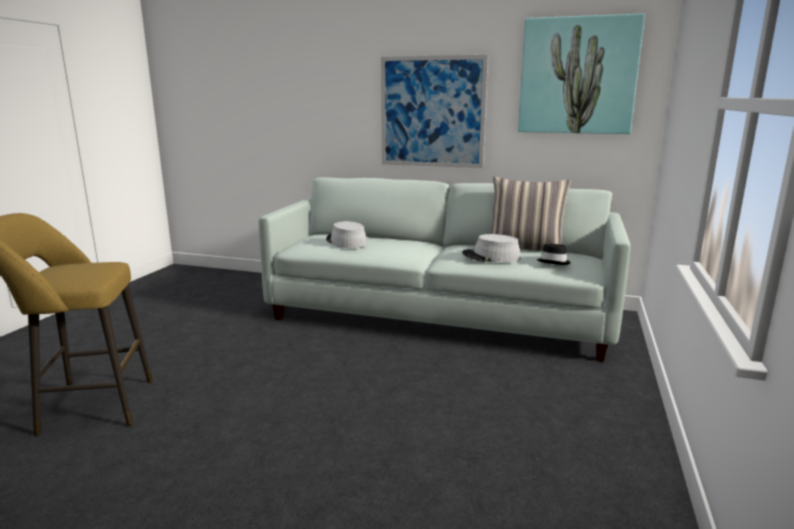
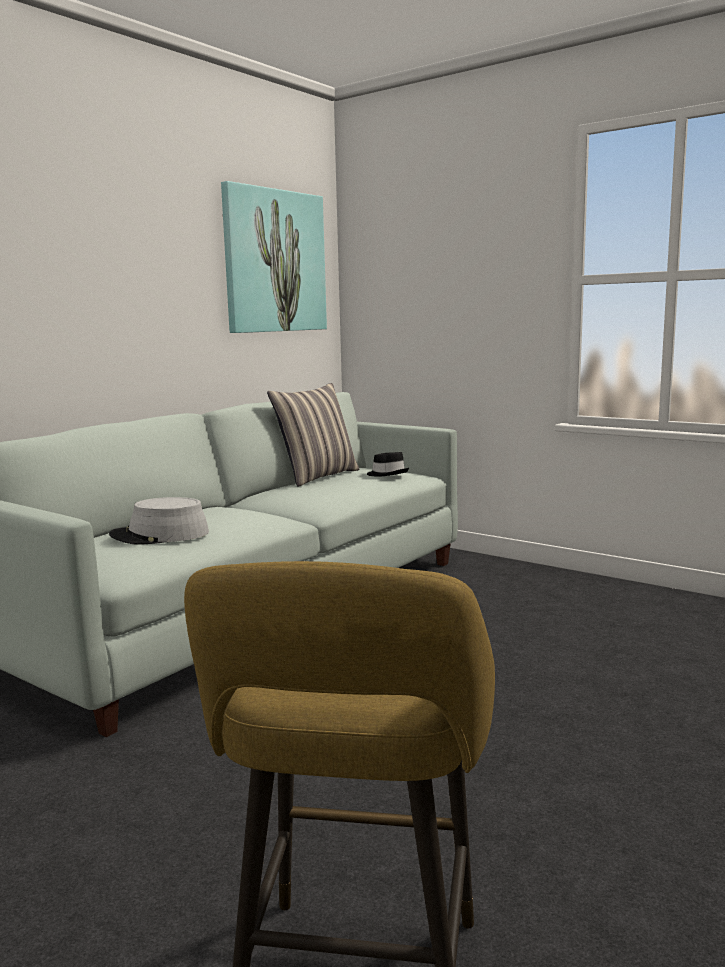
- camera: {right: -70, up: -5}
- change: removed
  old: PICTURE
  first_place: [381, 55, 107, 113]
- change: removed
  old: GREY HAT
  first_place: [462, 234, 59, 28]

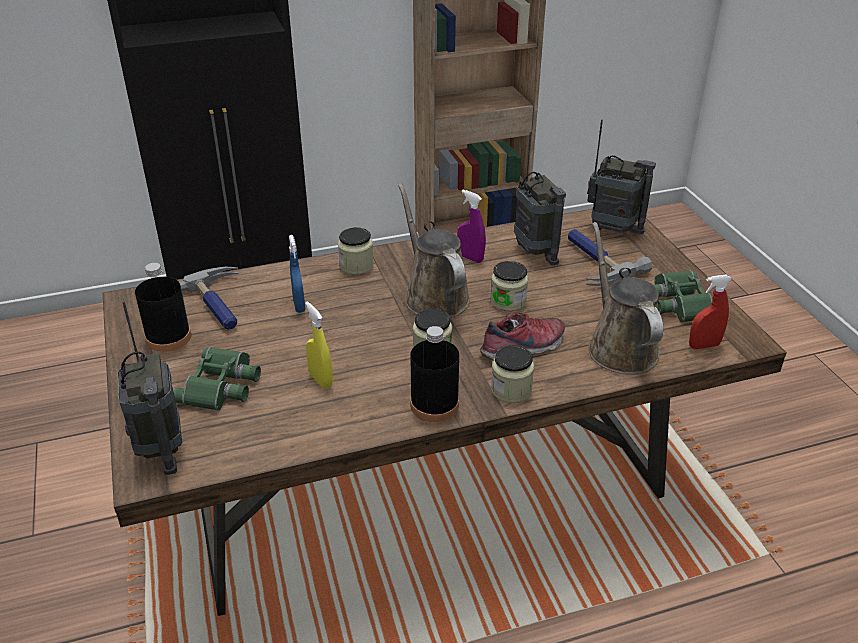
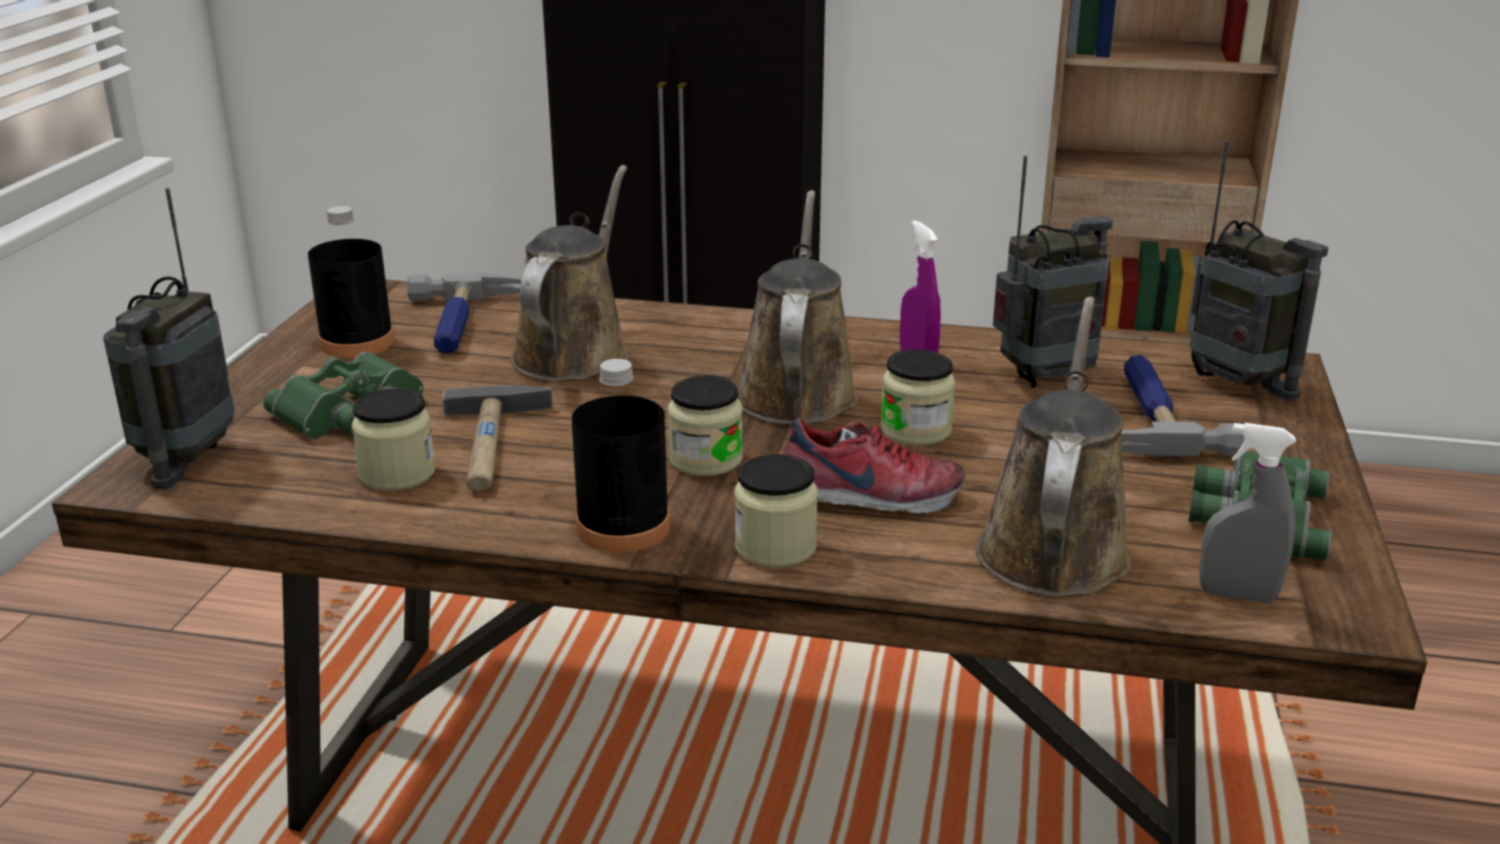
- camera: {right: 30, up: -10}
- change: moved
  old: JAR
  first_place: [338, 227, 36, 48]
  second_place: [352, 388, 84, 103]
- change: replaced
  old: YELLOW SPRAY BOTTLE
  new: HAMMER
  first_place: [305, 302, 28, 87]
  second_place: [442, 385, 111, 106]
- change: replaced
  old: BLUE SPRAY BOTTLE
  new: BROWN WATERING CAN
  first_place: [289, 235, 17, 78]
  second_place: [511, 165, 118, 217]
- change: turned
  old: RADIO
  first_place: [514, 132, 52, 133]
  second_place: [993, 156, 120, 232]
  degrees: -120
- change: recoloured
  old: RED SPRAY BOTTLE
  new: GREY SPRAY BOTTLE
  first_place: [689, 275, 43, 74]
  second_place: [1199, 423, 97, 180]

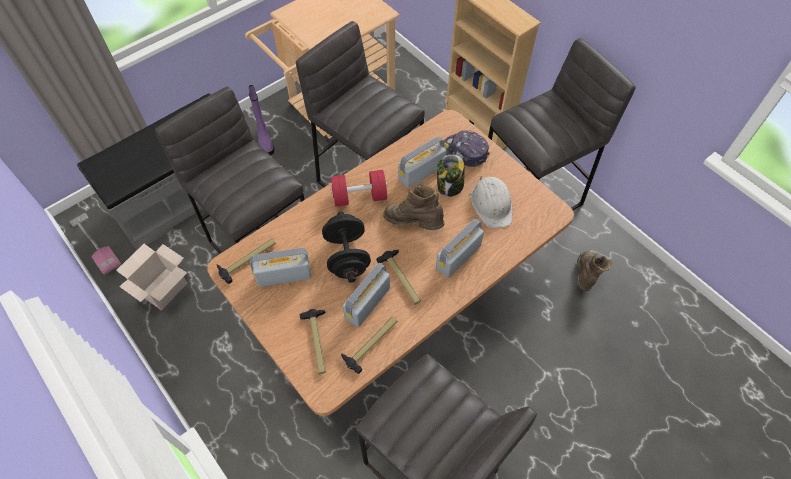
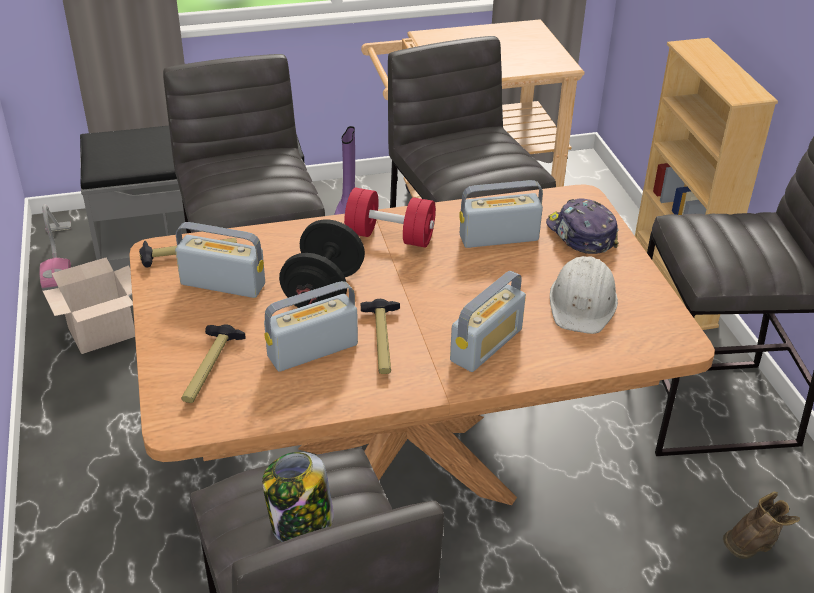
- camera: {right: 25, up: -20}
- change: moved
  old: JAR
  first_place: [437, 154, 27, 43]
  second_place: [262, 452, 72, 90]
- change: turned
  old: RADIO
  first_place: [436, 219, 48, 59]
  second_place: [450, 271, 76, 101]
  degrees: 150
- change: removed
  old: HAMMER
  first_place: [341, 316, 57, 58]
- change: removed
  old: BROWN BOOT
  first_place: [383, 182, 61, 48]

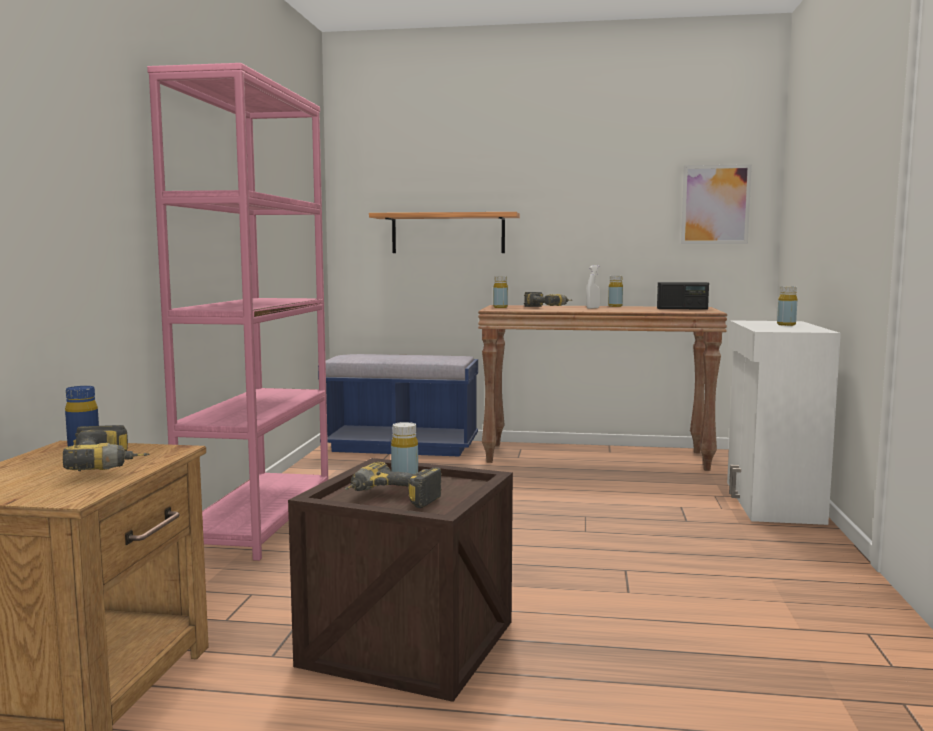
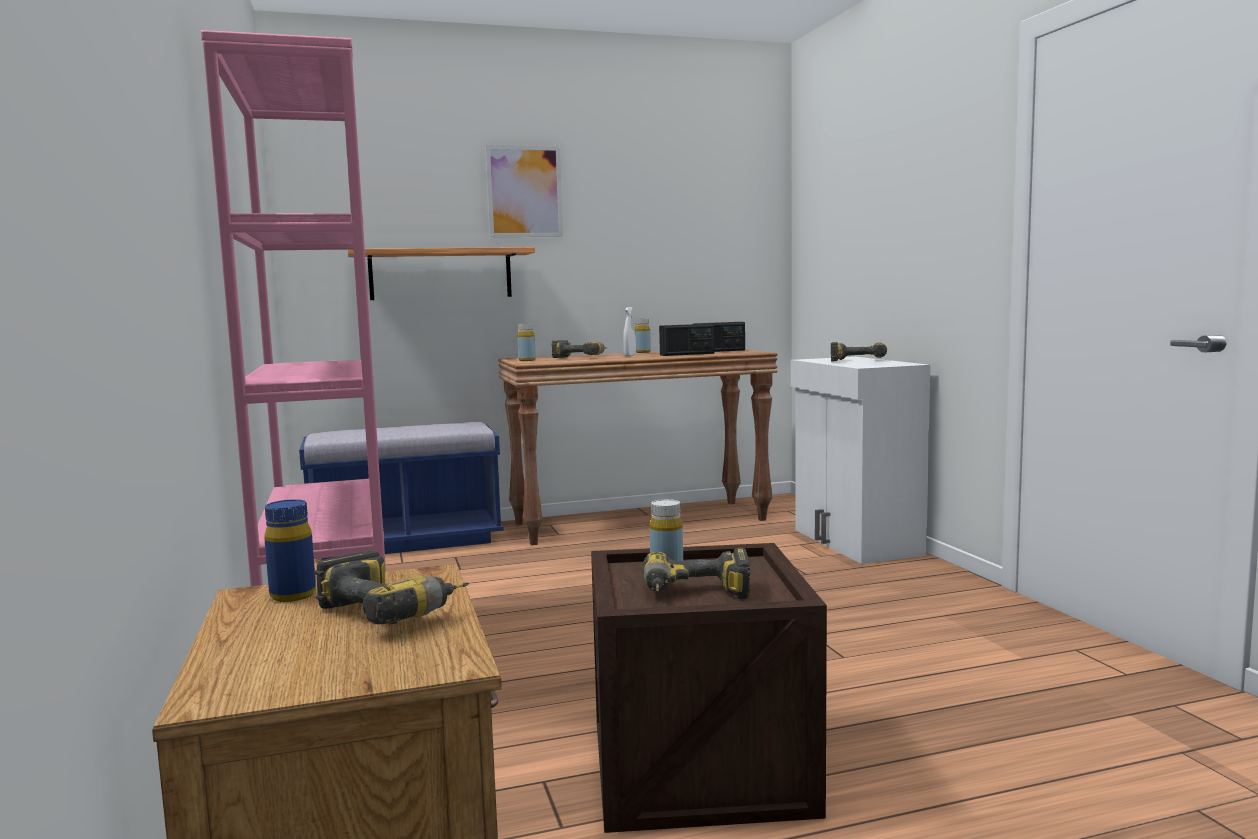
- camera: {right: -25, up: 0}
- change: moved
  old: PICTURE
  first_place: [681, 164, 71, 80]
  second_place: [485, 145, 78, 92]
- change: added
  new: RADIO
  second_place: [659, 324, 56, 32]
- change: replaced
  old: YELLOW BOTTLE
  new: POWER DRILL
  first_place: [777, 286, 20, 40]
  second_place: [831, 342, 56, 19]

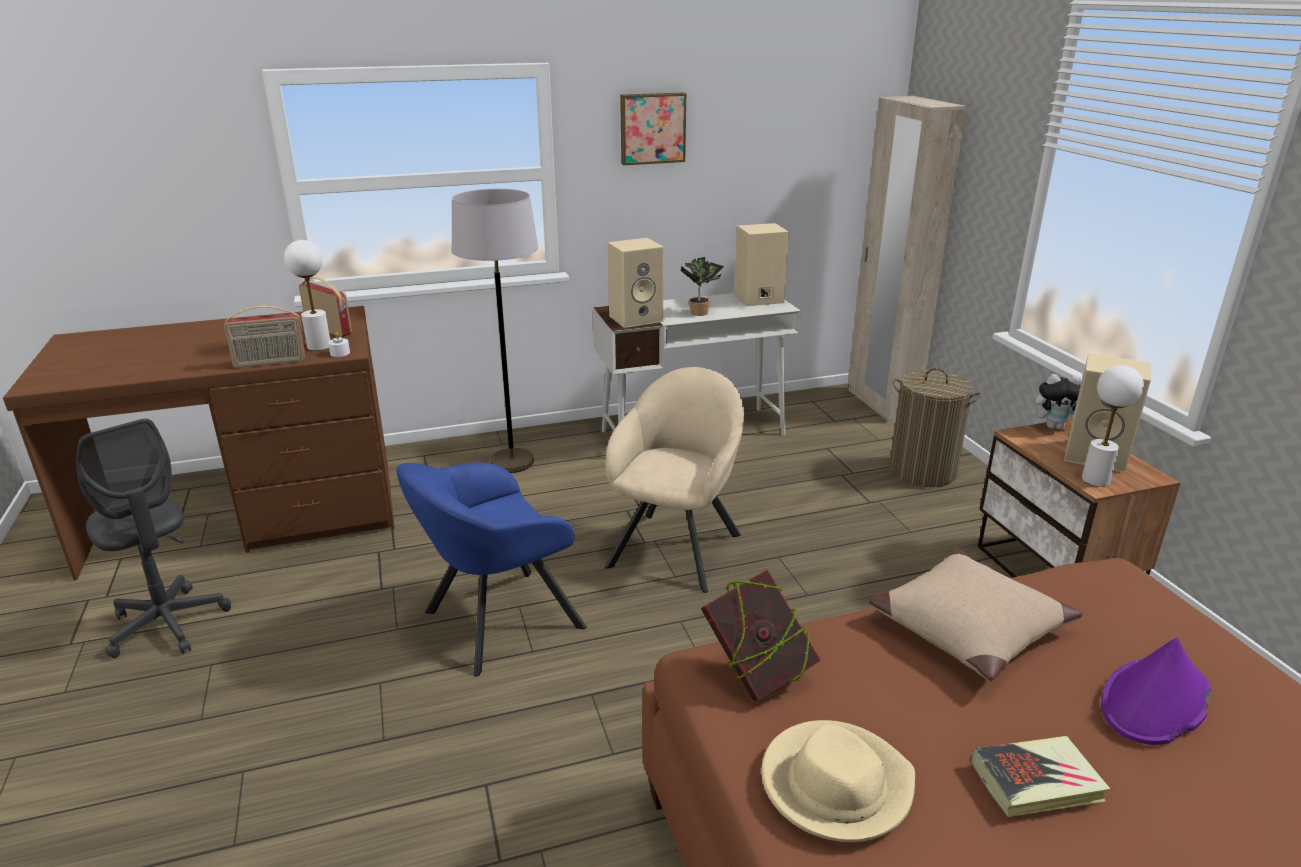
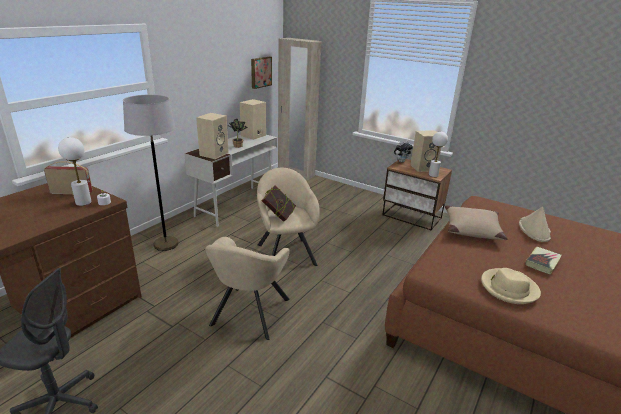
- camera: {right: -40, up: 0}
- change: recoloured
  old: BLUE ARMCHAIR
  new: BEIGE ARMCHAIR
  first_place: [396, 463, 191, 214]
  second_place: [205, 237, 85, 103]
- change: moved
  old: PICTURE
  first_place: [620, 93, 66, 72]
  second_place: [251, 57, 21, 32]
- change: moved
  old: BOOK
  first_place: [701, 570, 120, 131]
  second_place: [262, 186, 34, 36]
- change: recoloured
  old: PURPLE HAT
  new: BEIGE HAT
  first_place: [1101, 638, 110, 107]
  second_place: [519, 207, 32, 35]
- change: removed
  old: RADIO
  first_place: [224, 306, 82, 62]
- change: removed
  old: LAUNDRY BASKET
  first_place: [889, 368, 92, 119]

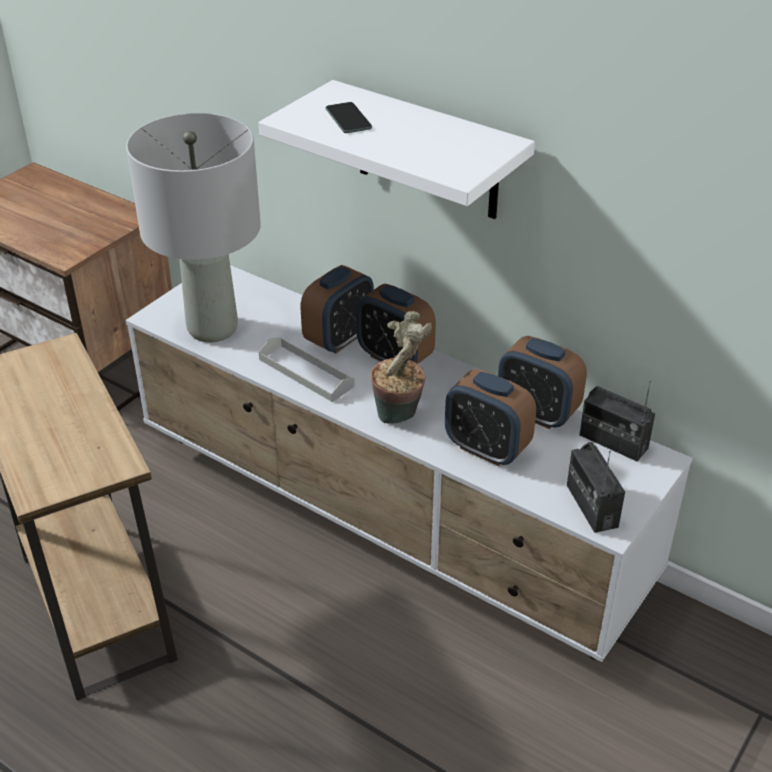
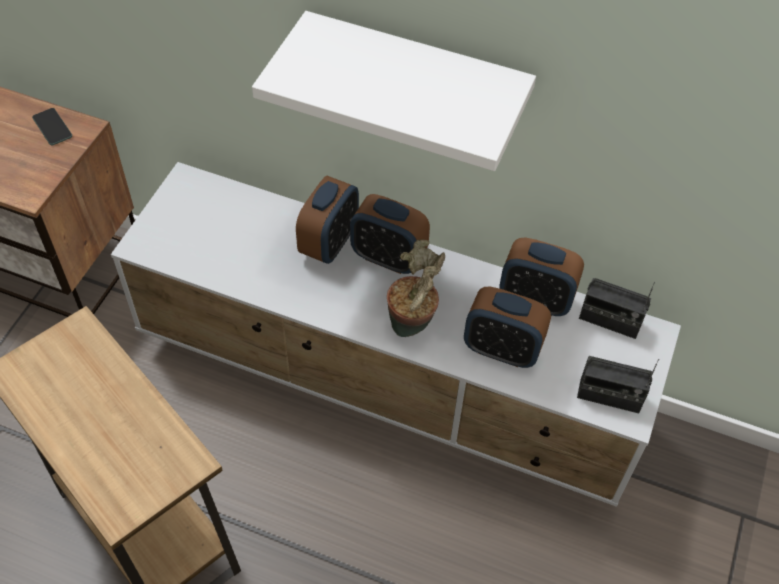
- camera: {right: -15, up: 15}
- change: moved
  old: PHONE
  first_place: [326, 102, 46, 31]
  second_place: [32, 108, 40, 37]
- change: turned
  old: RADIO
  first_place: [567, 442, 58, 91]
  second_place: [577, 356, 82, 57]
  degrees: -45
- change: removed
  old: GREY TABLE LAMP
  first_place: [126, 113, 135, 230]
- change: removed
  old: GREY TRAY
  first_place: [258, 337, 97, 65]

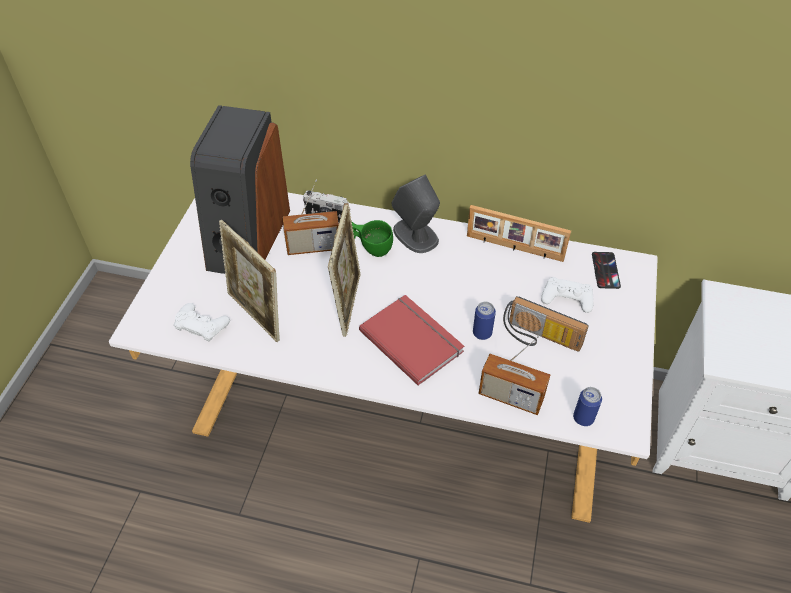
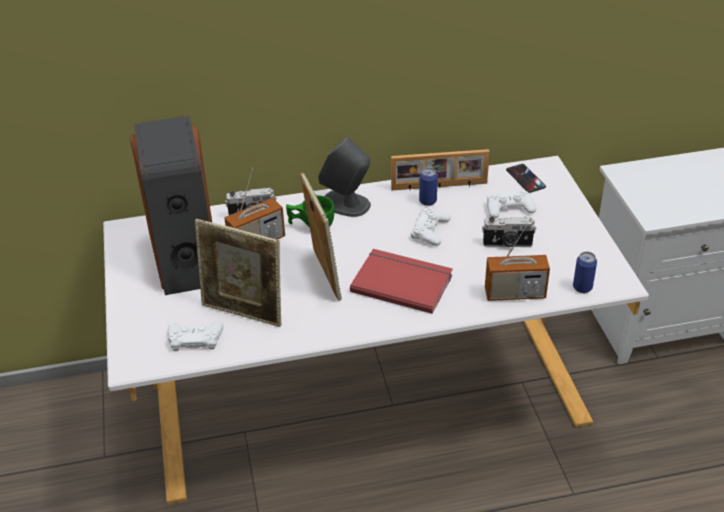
- camera: {right: -25, up: -10}
- change: added
  new: WHITE GAME CONTROLLER
  second_place: [411, 208, 40, 38]
- change: moved
  old: CAN
  first_place: [473, 301, 23, 39]
  second_place: [419, 167, 19, 39]
- change: replaced
  old: RADIO
  new: PHOTO CAMERA
  first_place: [503, 296, 86, 56]
  second_place: [482, 217, 54, 30]

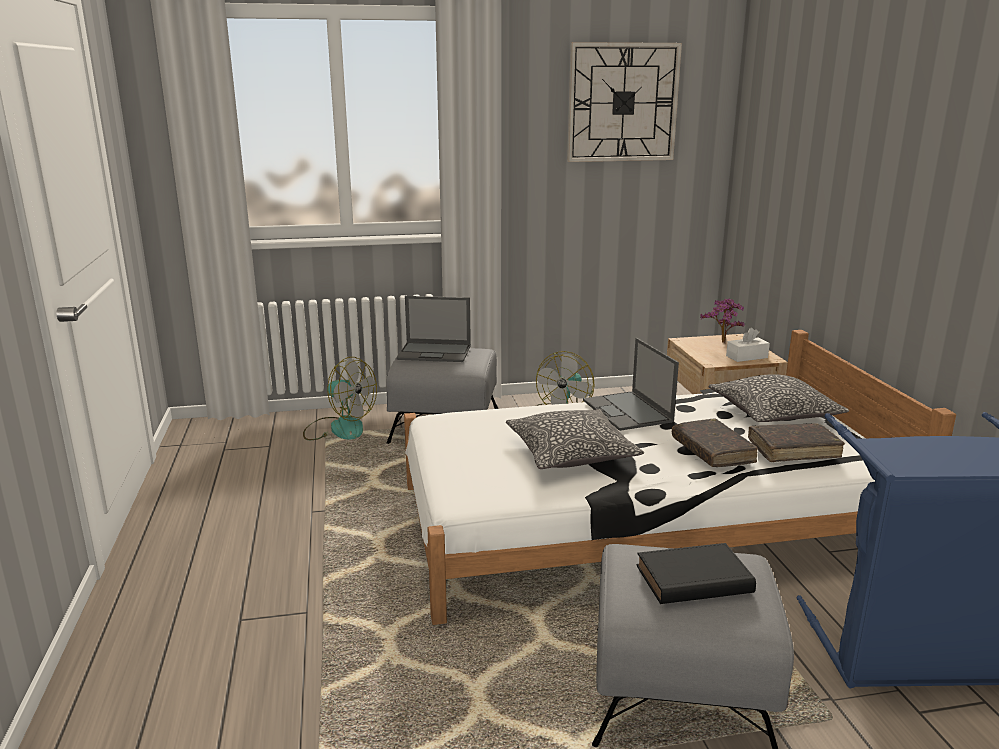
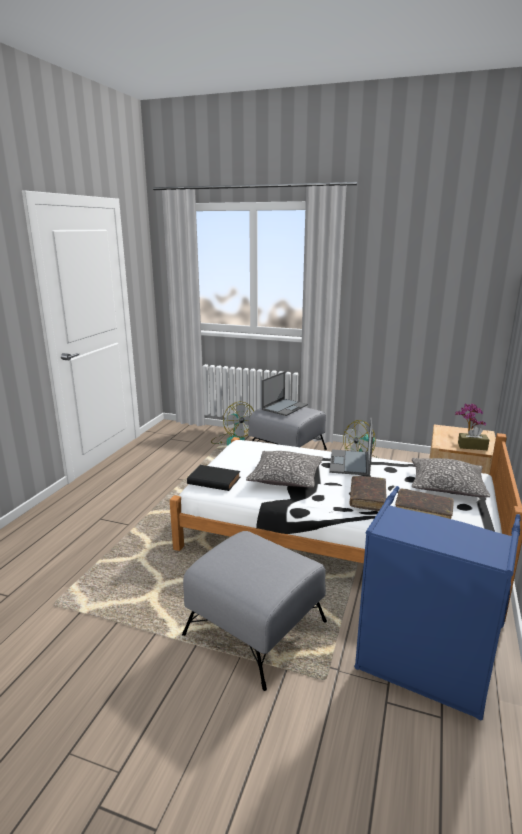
- camera: {right: 30, up: 0}
- change: moved
  old: BLACK BOOK
  first_place: [637, 543, 119, 61]
  second_place: [187, 465, 53, 26]
- change: turned
  old: LAPTOP
  first_place: [396, 296, 75, 66]
  second_place: [262, 371, 46, 45]
  degrees: -90
- change: recoloured
  old: WHITE TISSUE BOX
  new: BROWN TISSUE BOX
  first_place: [726, 328, 44, 34]
  second_place: [458, 426, 31, 24]
- change: removed
  old: WALL CLOCK
  first_place: [567, 42, 115, 120]

